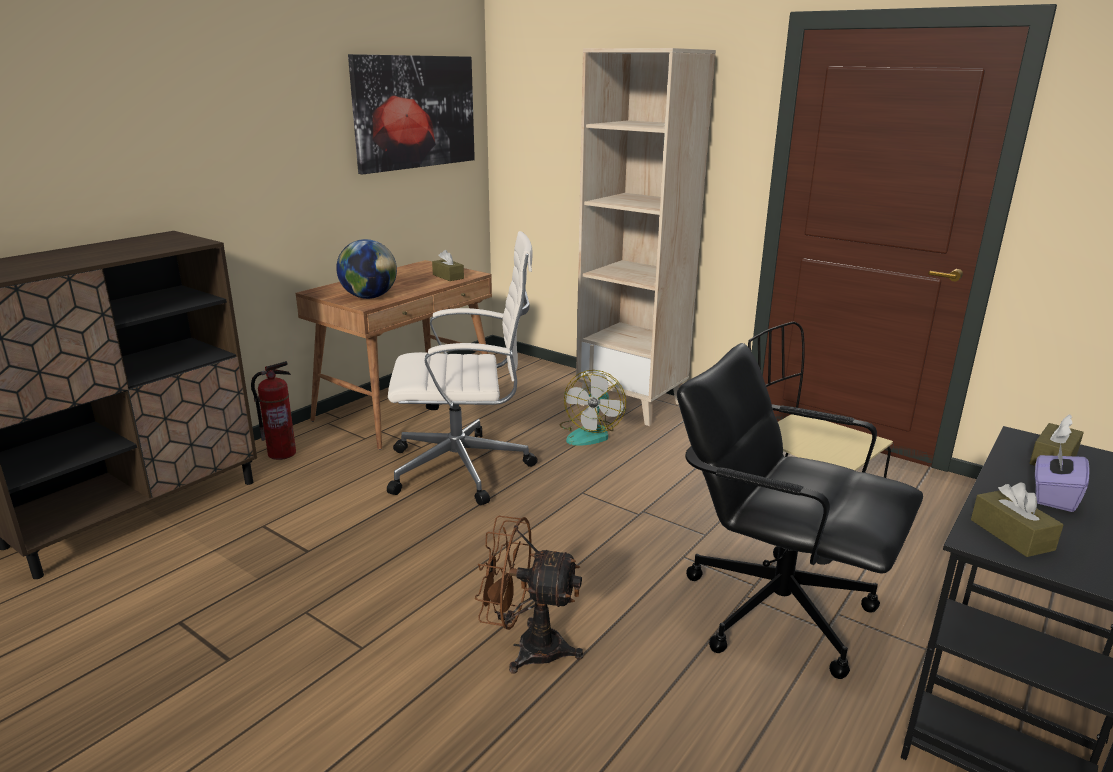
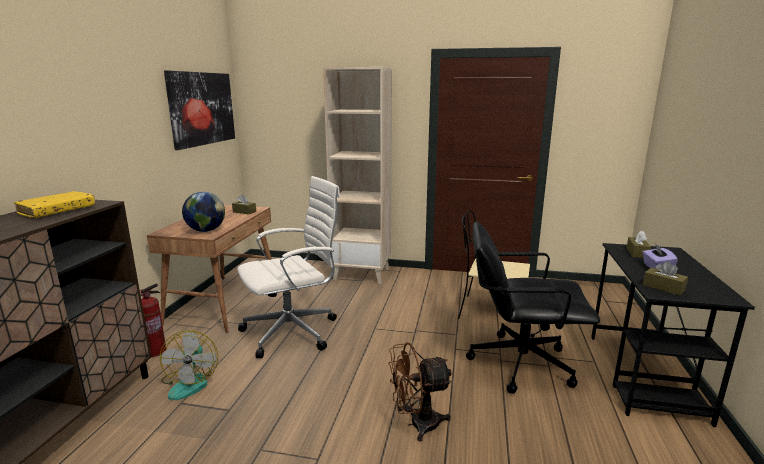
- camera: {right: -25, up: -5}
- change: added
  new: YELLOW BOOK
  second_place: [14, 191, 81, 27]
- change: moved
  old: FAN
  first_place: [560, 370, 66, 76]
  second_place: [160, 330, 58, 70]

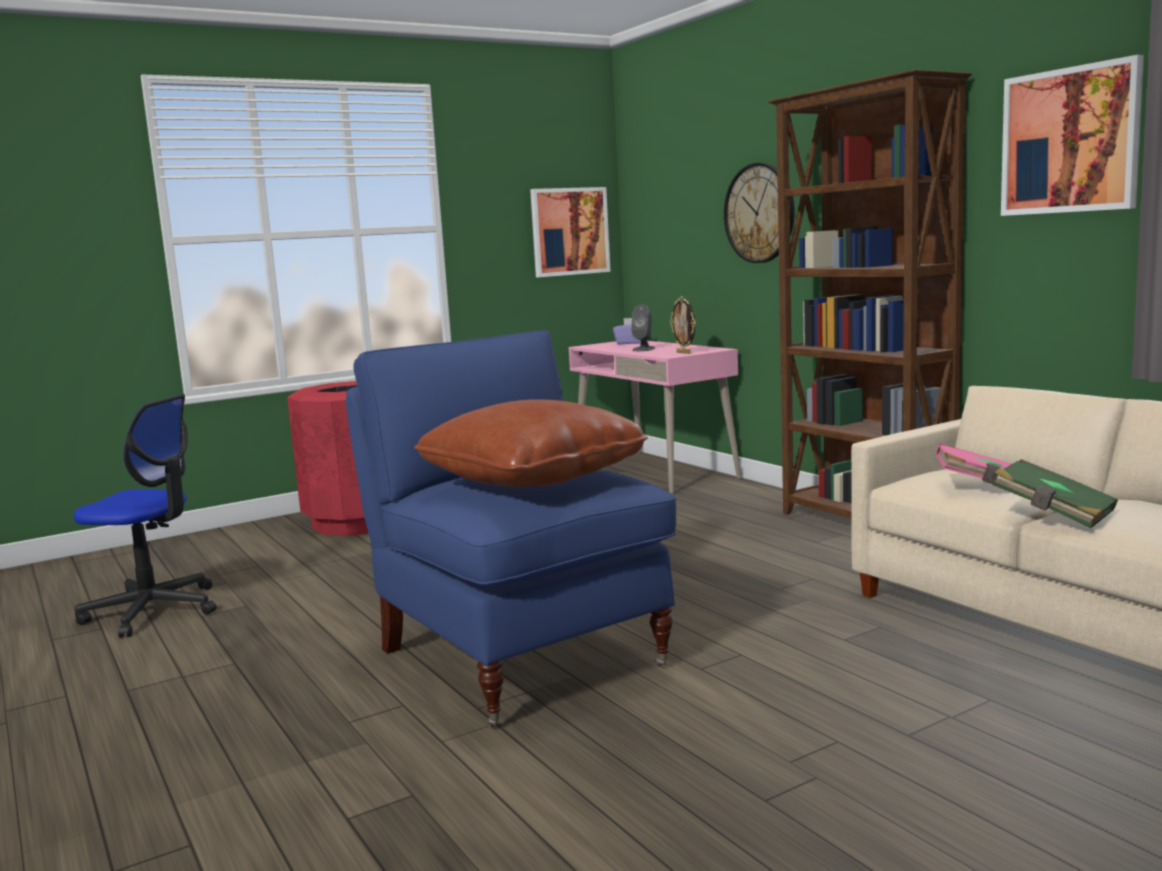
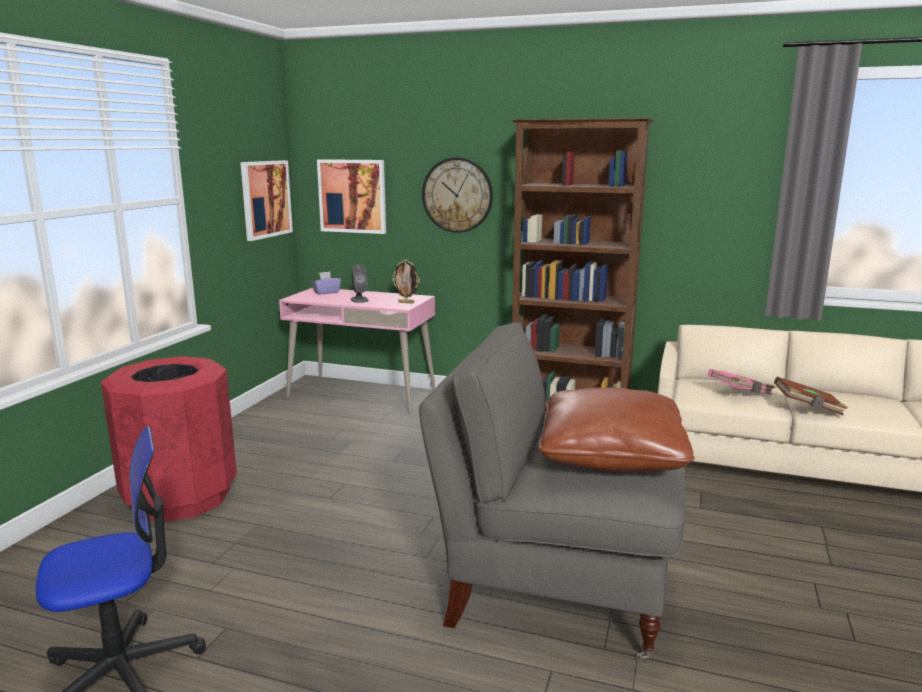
- camera: {right: -40, up: 5}
- change: moved
  old: PICTURE
  first_place: [1001, 55, 143, 161]
  second_place: [317, 159, 69, 75]
- change: recoloured
  old: BLUE ARMCHAIR
  new: GREY ARMCHAIR
  first_place: [346, 330, 331, 397]
  second_place: [419, 322, 266, 339]
- change: recoloured
  old: GREEN BOOK
  new: BROWN BOOK
  first_place: [992, 459, 126, 69]
  second_place: [774, 377, 74, 38]

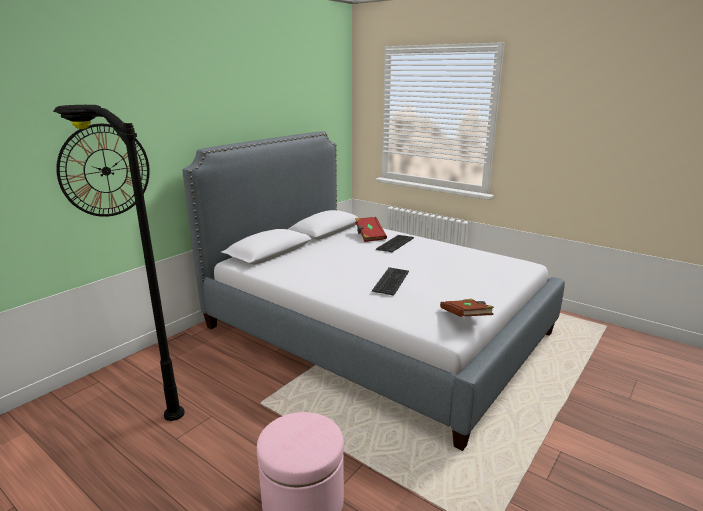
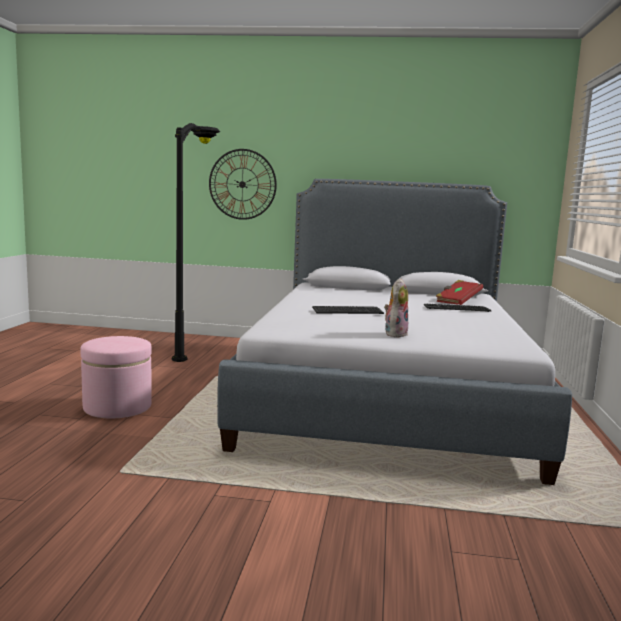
- camera: {right: 60, up: -10}
- change: added
  new: PLUSH TOY
  second_place: [384, 279, 24, 58]
- change: removed
  old: BROWN BOOK
  first_place: [440, 299, 54, 18]

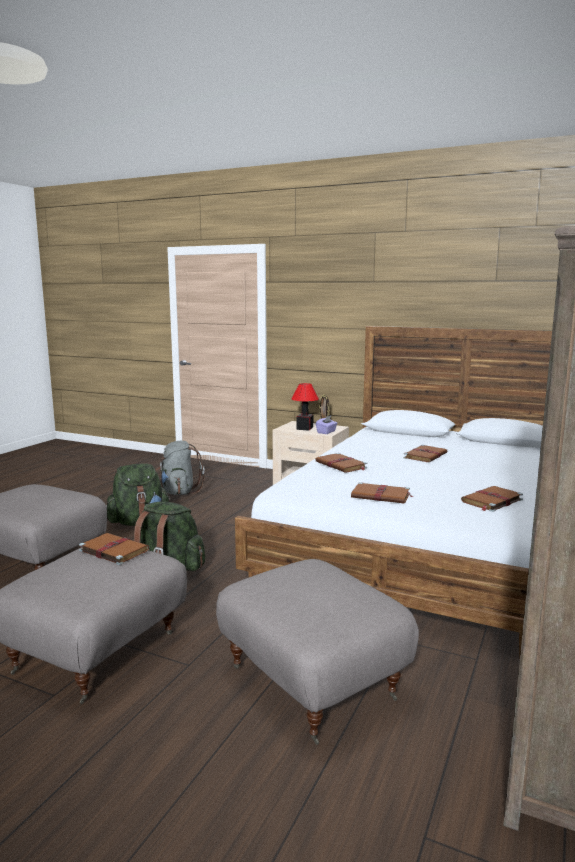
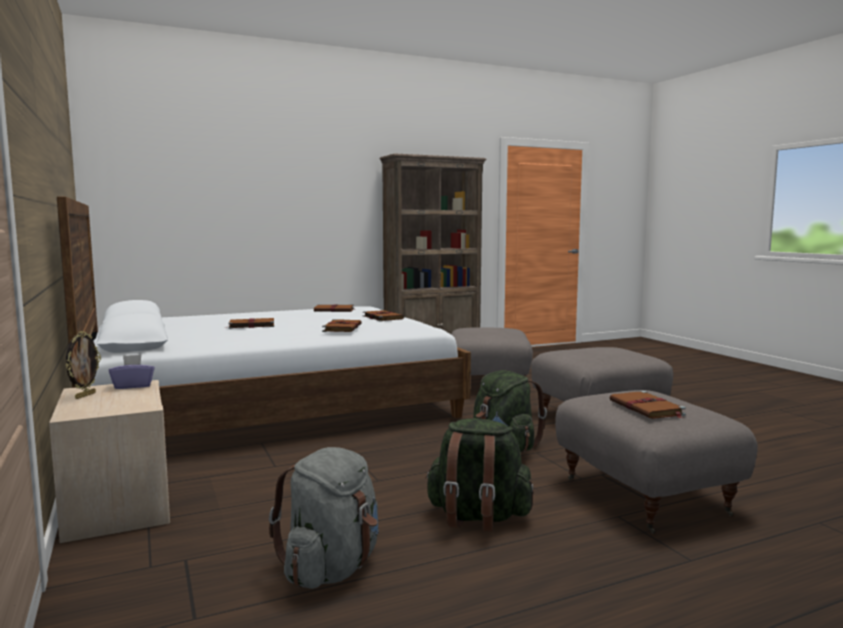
- camera: {right: -140, up: -5}
- change: moved
  old: BROWN BOOK
  first_place: [79, 533, 70, 32]
  second_place: [609, 391, 77, 28]
- change: removed
  old: TABLE LAMP
  first_place: [292, 383, 27, 48]

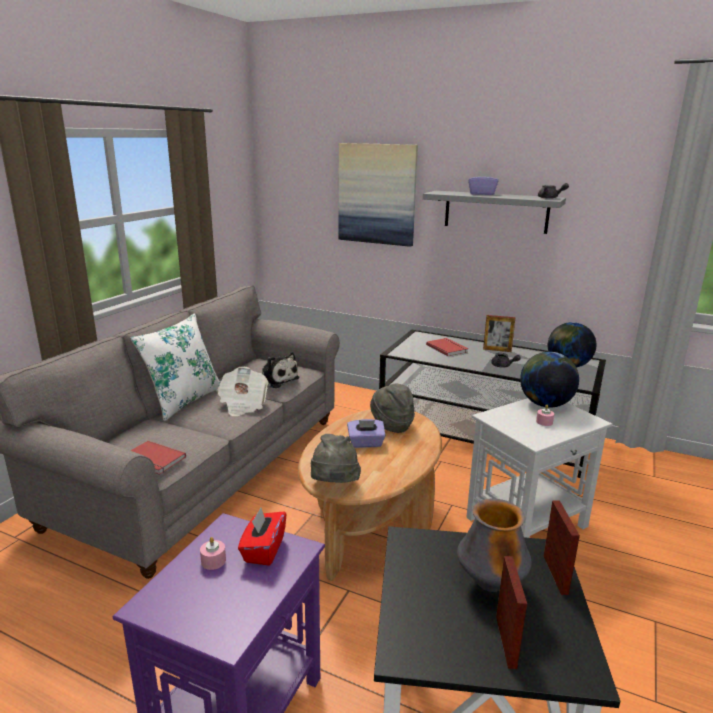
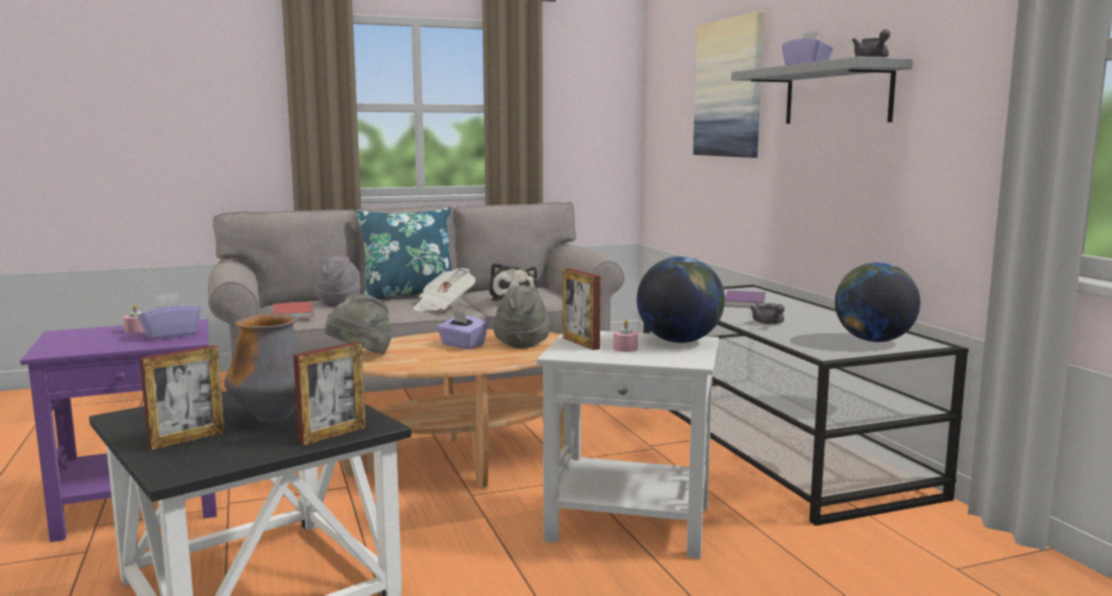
- camera: {right: 45, up: -10}
- change: recoloured
  old: RED TISSUE BOX
  new: PURPLE TISSUE BOX
  first_place: [238, 508, 49, 58]
  second_place: [138, 293, 63, 47]
- change: added
  new: GREY HAT
  second_place: [315, 255, 46, 52]
- change: recoloured
  old: WHITE PILLOW
  new: BLUE PILLOW
  first_place: [130, 313, 90, 108]
  second_place: [355, 207, 97, 93]
- change: moved
  old: PICTURE FRAME
  first_place: [483, 315, 32, 37]
  second_place: [563, 268, 38, 82]
- change: recoloured
  old: RED BOOK
  new: PURPLE BOOK
  first_place: [426, 338, 42, 18]
  second_place: [724, 290, 42, 18]

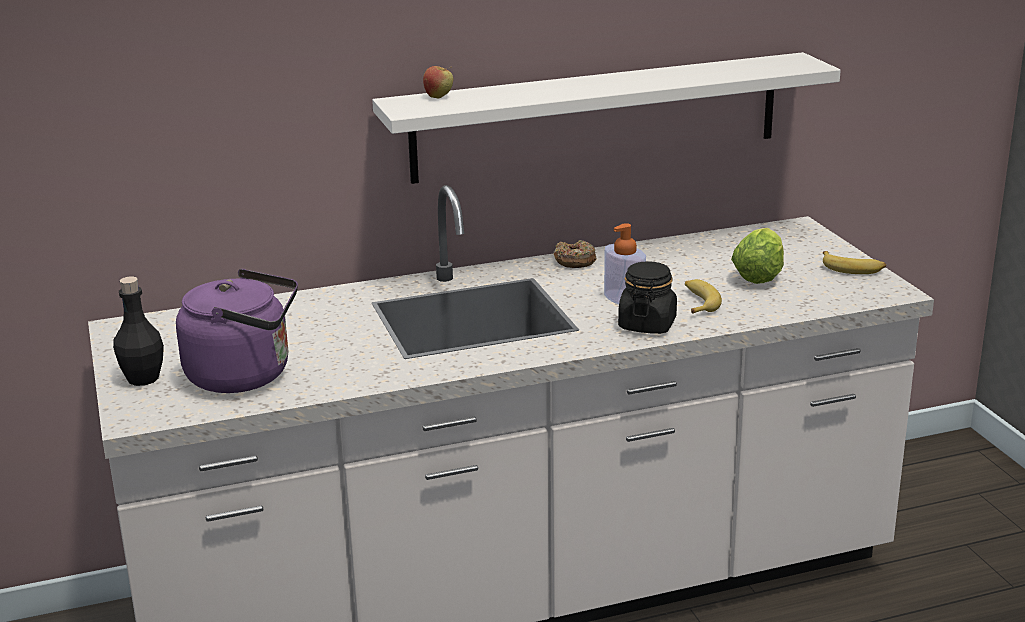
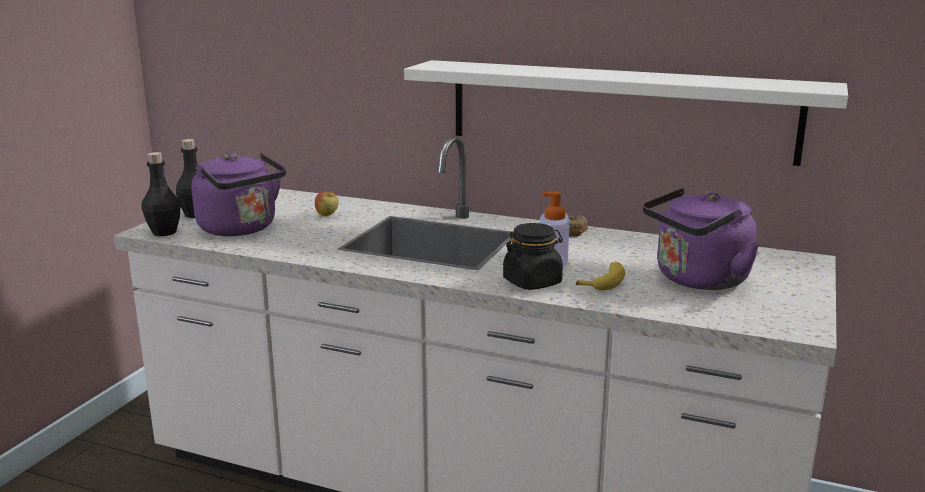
- camera: {right: 40, up: -5}
- change: added
  new: BLACK BOTTLE
  second_place: [141, 152, 40, 84]
- change: moved
  old: APPLE
  first_place: [423, 66, 30, 32]
  second_place: [315, 191, 24, 25]
- change: replaced
  old: LETTUCE
  new: PURPLE KETTLE
  first_place: [731, 228, 53, 56]
  second_place: [643, 188, 117, 102]
- change: removed
  old: BANANA
  first_place: [823, 251, 63, 23]

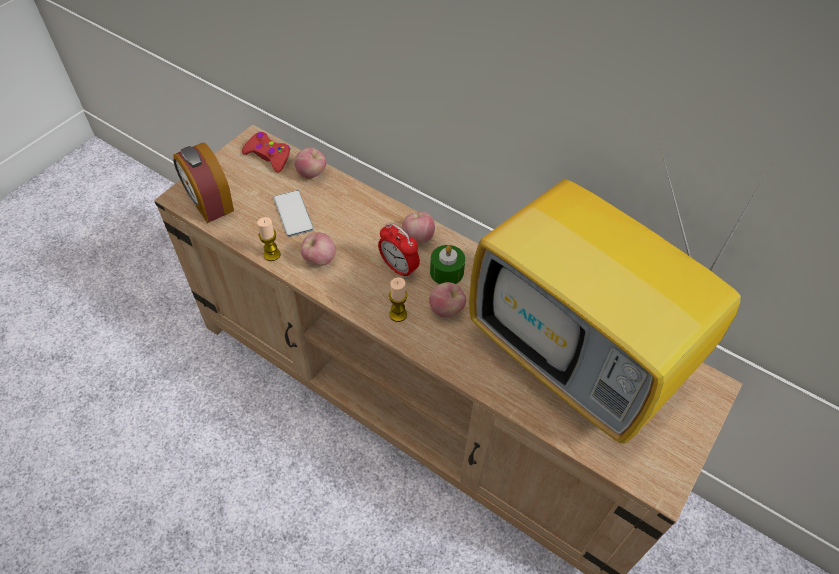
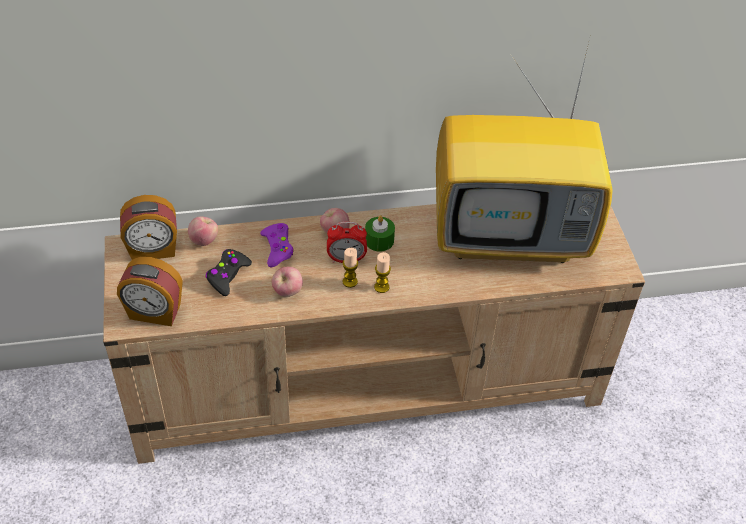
- camera: {right: -45, up: -5}
- change: replaced
  old: RED GAME CONTROLLER
  new: ALARM CLOCK
  first_place: [242, 132, 49, 41]
  second_place: [120, 195, 57, 64]
- change: replaced
  old: PHONE
  new: BLACK GAME CONTROLLER
  first_place: [274, 190, 39, 47]
  second_place: [206, 249, 46, 47]
- change: added
  new: PURPLE GAME CONTROLLER
  second_place: [260, 223, 34, 44]
- change: moved
  old: CANDLE
  first_place: [257, 217, 23, 44]
  second_place: [343, 248, 15, 40]
- change: removed
  old: APPLE
  first_place: [429, 282, 37, 35]

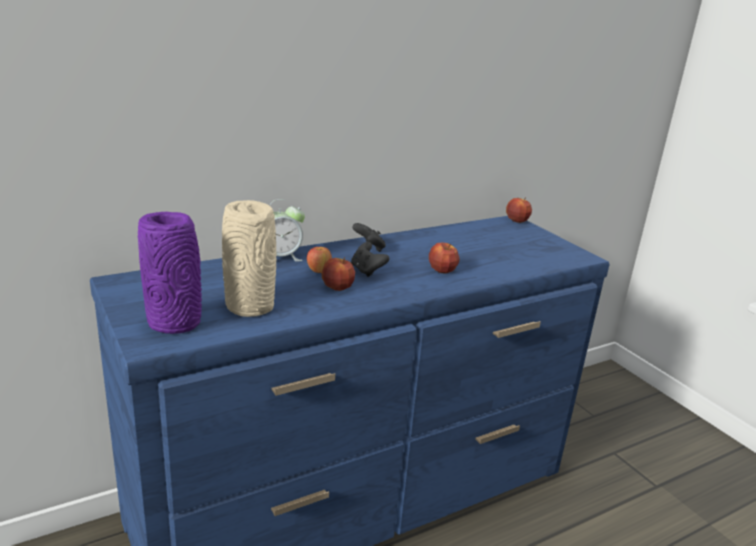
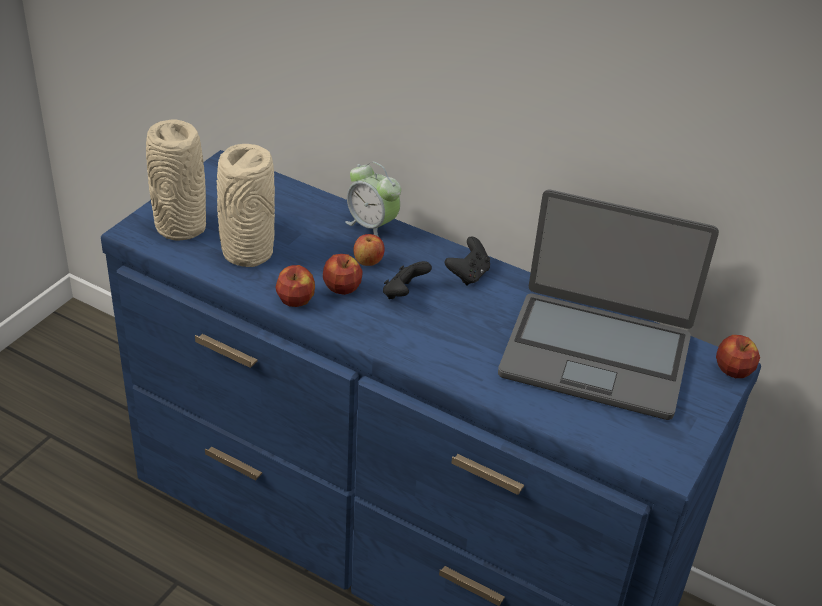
- camera: {right: 60, up: 15}
- change: recoloured
  old: PURPLE VASE
  new: BEIGE VASE
  first_place: [138, 212, 64, 122]
  second_place: [146, 119, 60, 122]
- change: moved
  old: APPLE
  first_place: [429, 243, 31, 30]
  second_place: [276, 265, 39, 42]
- change: added
  new: LAPTOP
  second_place: [498, 189, 221, 231]

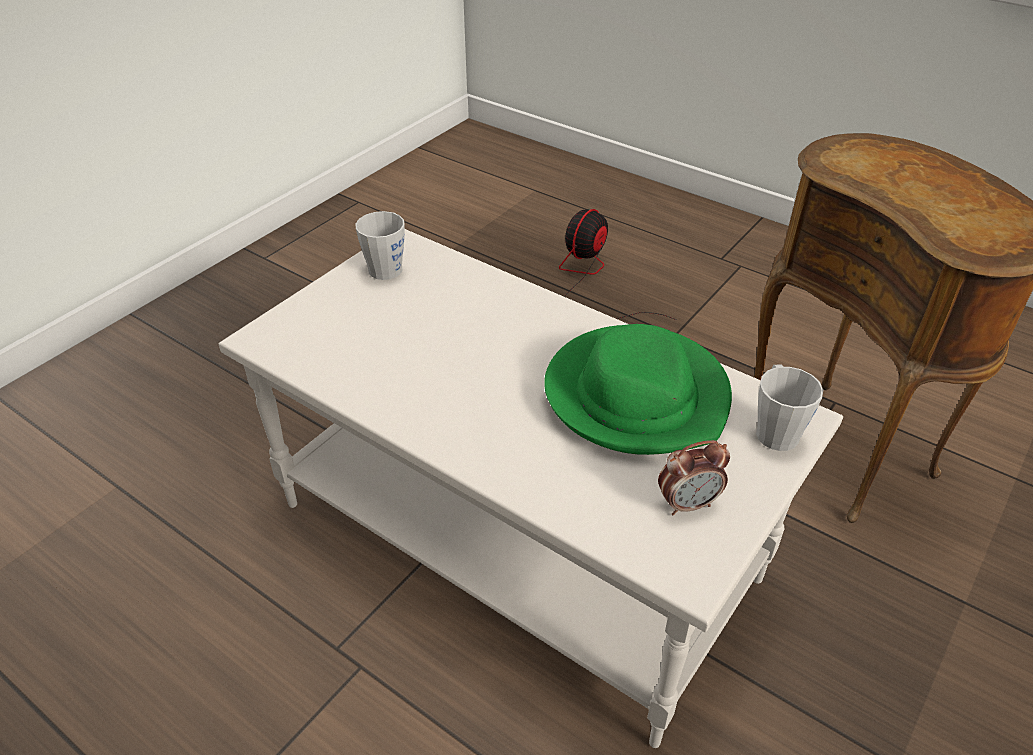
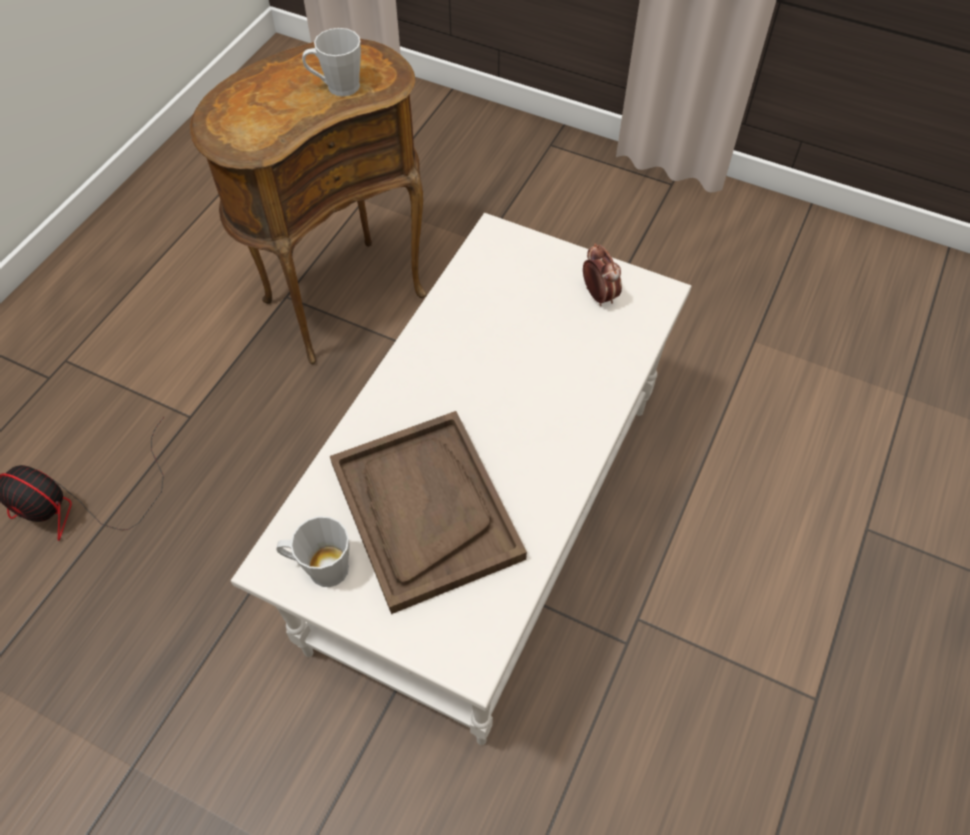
- camera: {right: -100, up: 15}
- change: moved
  old: GREY MUG
  first_place: [756, 364, 67, 87]
  second_place: [302, 28, 59, 68]
- change: added
  new: BROWN TRAY
  second_place: [330, 411, 197, 203]
- change: removed
  old: GREEN HAT
  first_place: [544, 324, 188, 131]

